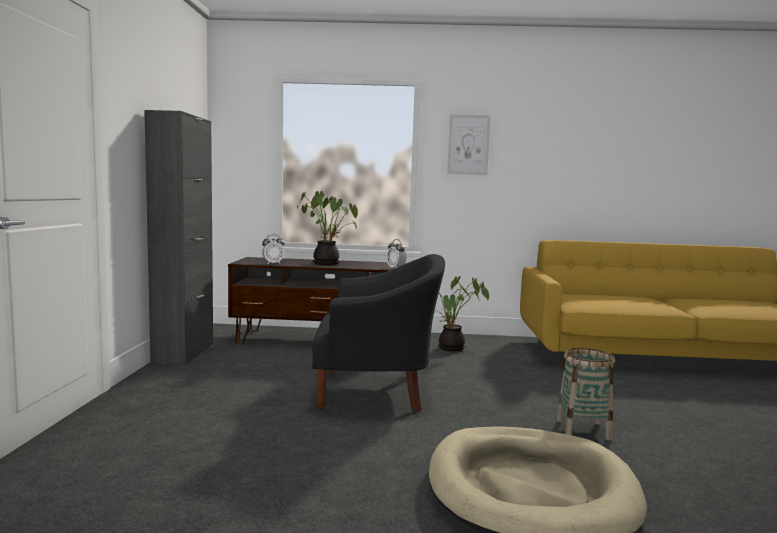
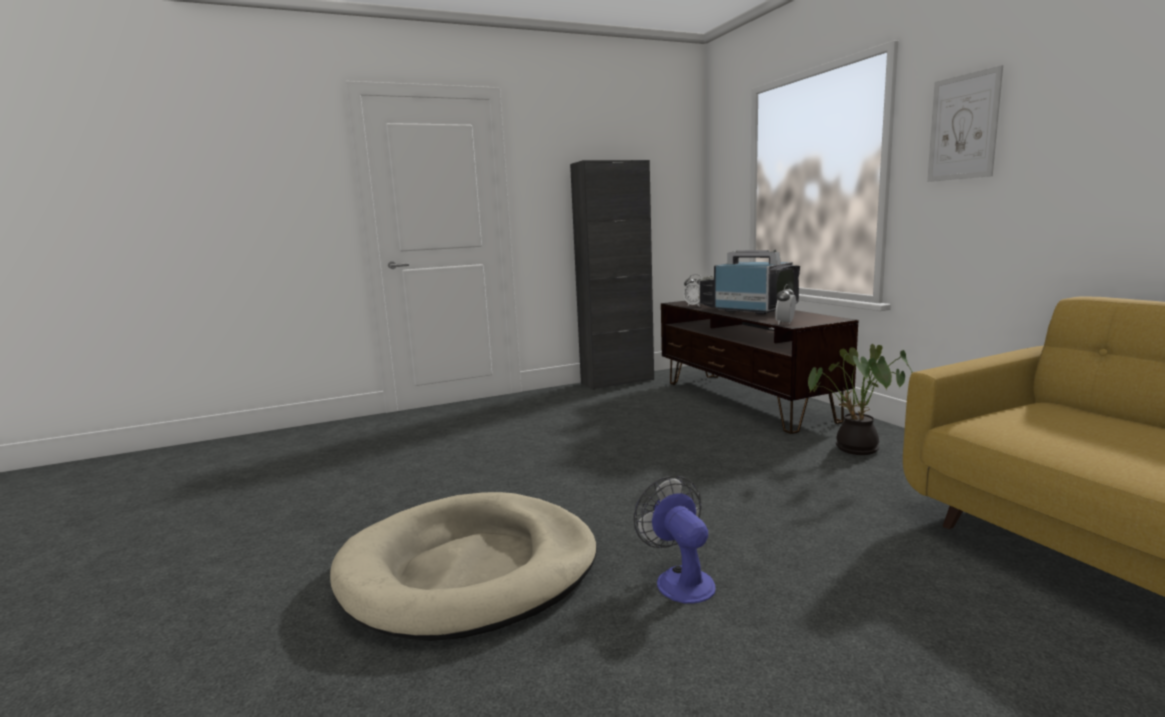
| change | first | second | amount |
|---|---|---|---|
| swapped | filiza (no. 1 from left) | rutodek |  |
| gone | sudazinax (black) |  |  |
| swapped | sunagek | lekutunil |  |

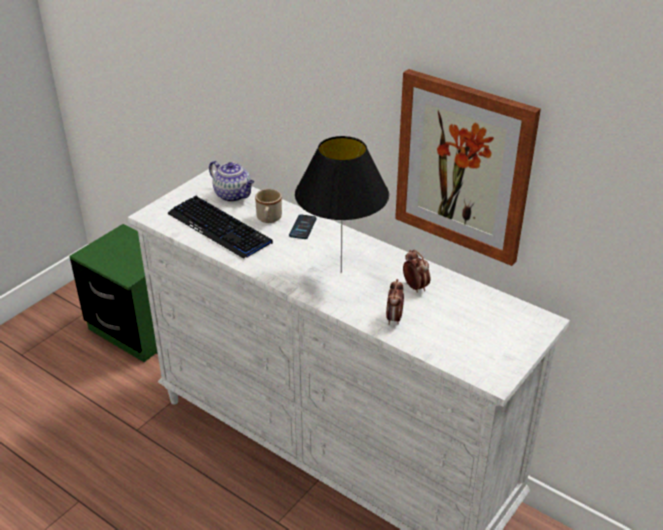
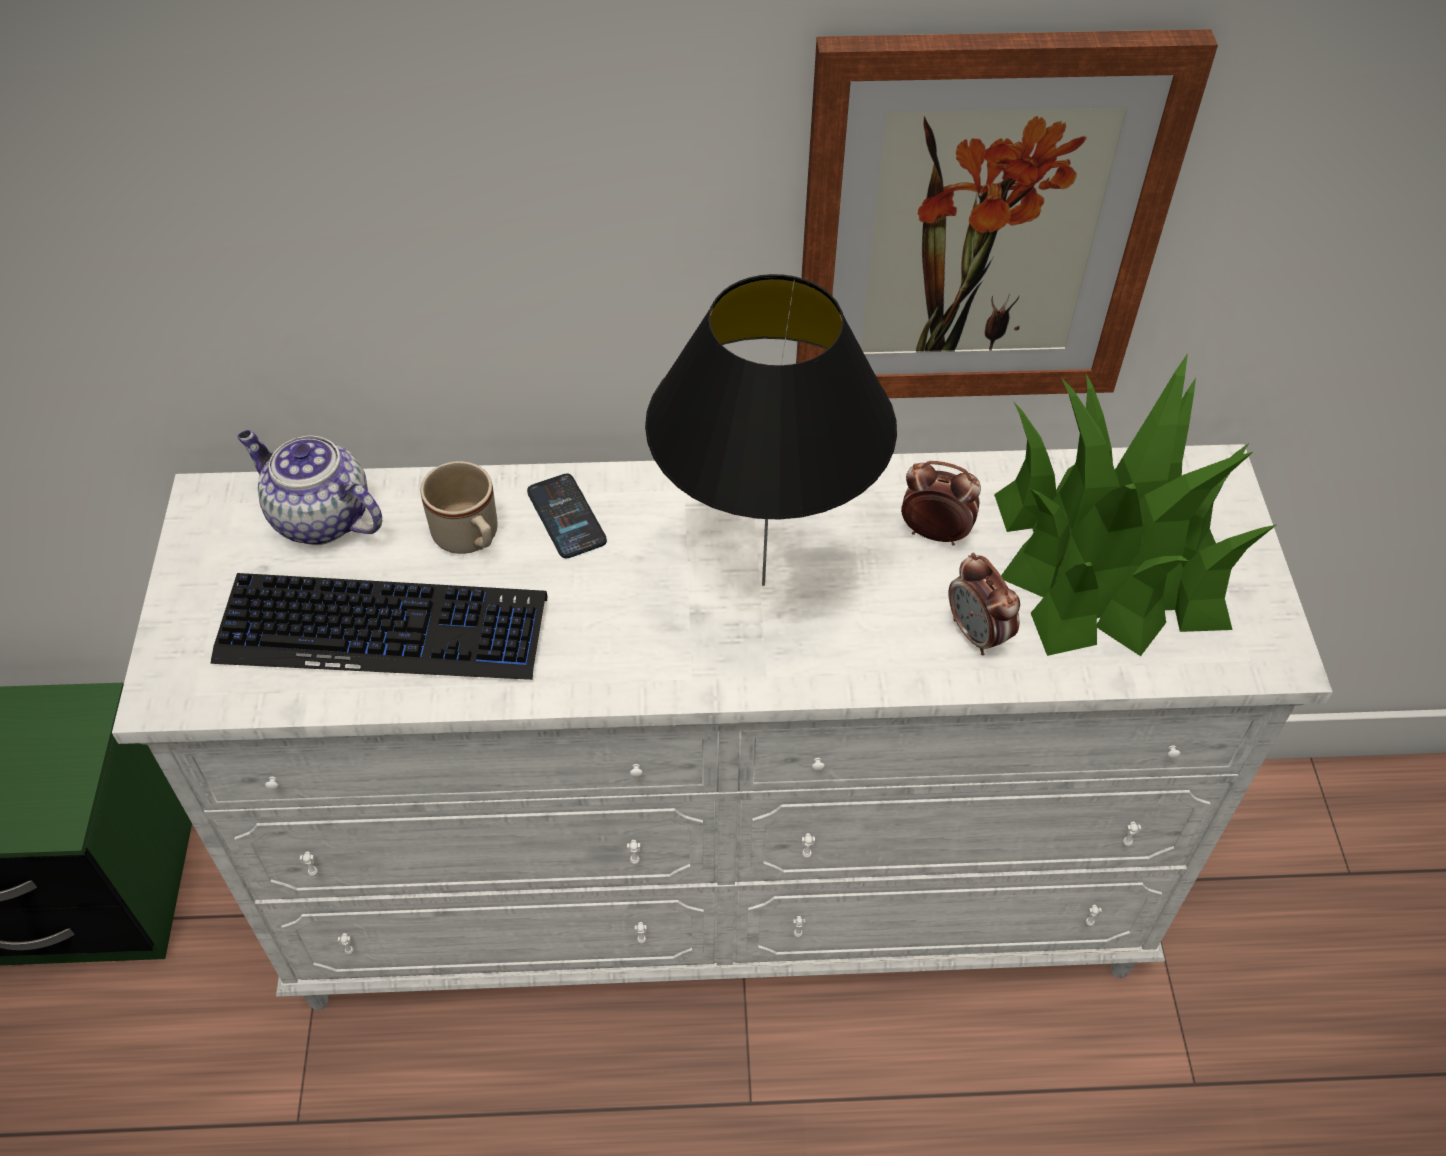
| change | first | second | amount |
|---|---|---|---|
| rotated | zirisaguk |  | 150 degrees counterclockwise |
| new |  | filiza |  |

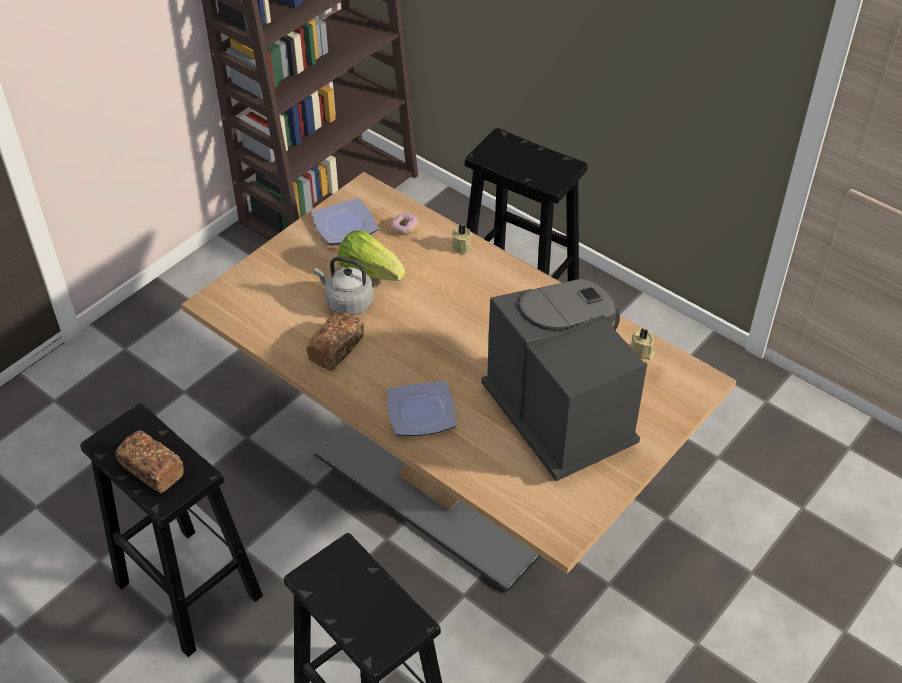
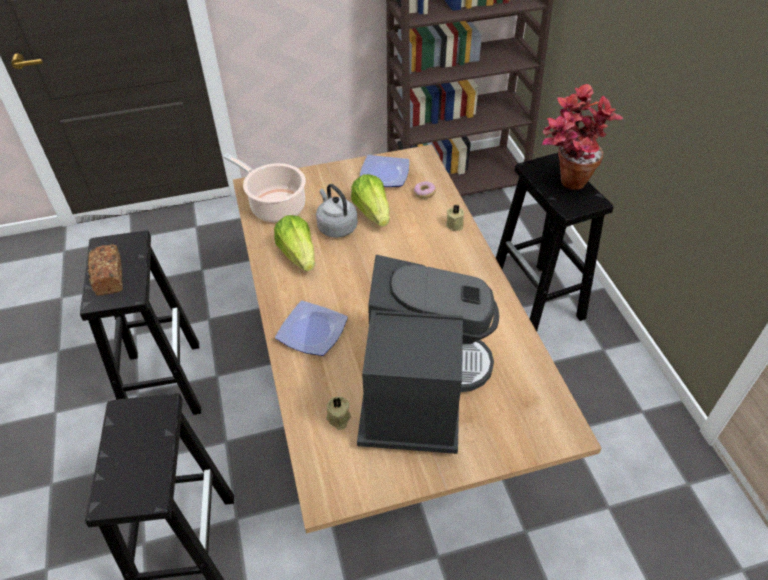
| change | first | second | amount |
|---|---|---|---|
| swapped | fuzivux (no. 2 from left) | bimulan (no. 1 from left) |  |
| shifted | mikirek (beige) (no. 2 from left in the first image) | mikirek (beige) (no. 1 from left) |  |
| new |  | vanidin |  |
| new |  | filiza |  |

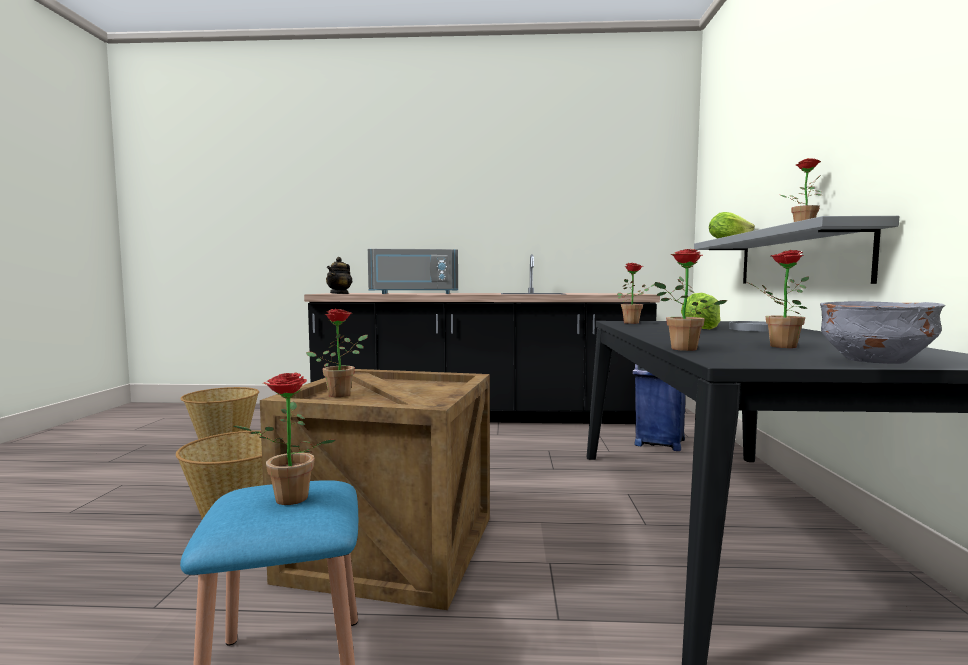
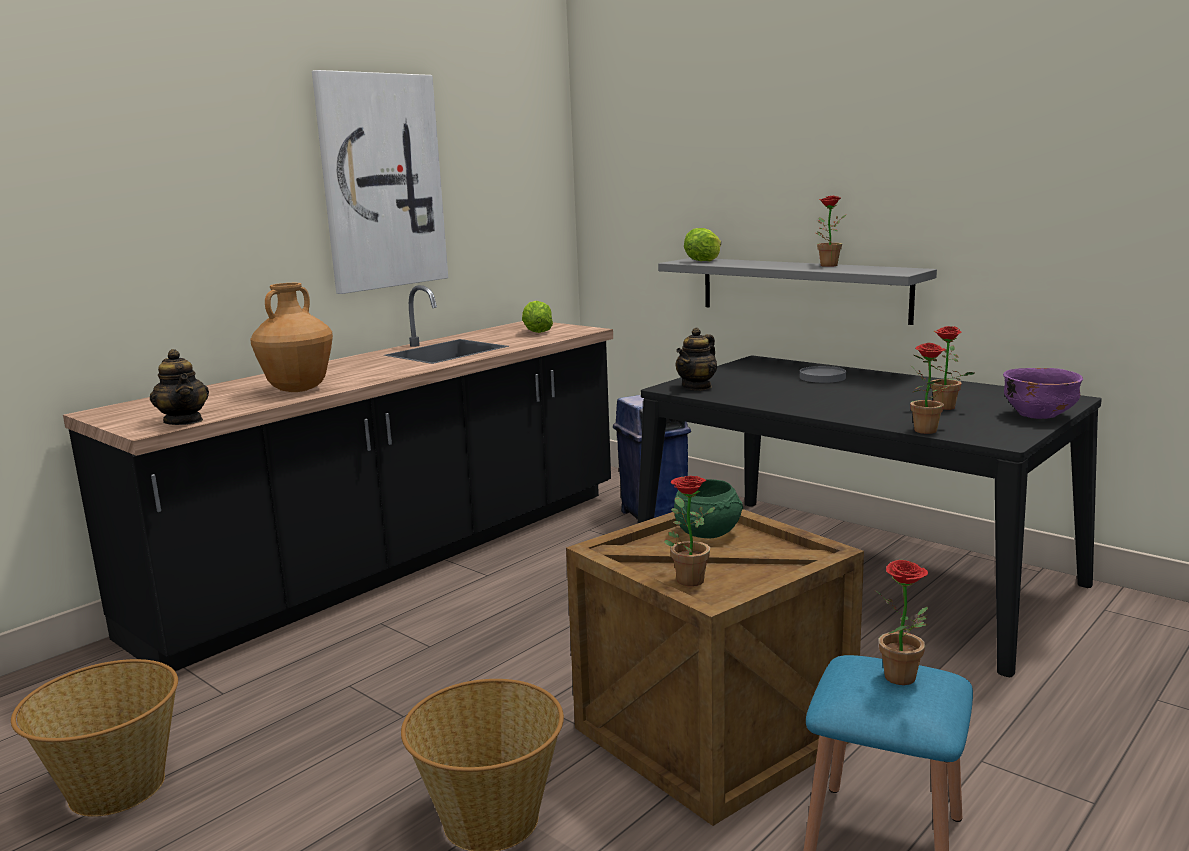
| change | first | second | amount |
|---|---|---|---|
| swapped | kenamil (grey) | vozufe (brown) |  |
| swapped | filiza (no. 3 from left) | zirisaguk (no. 2 from left) |  |
| shifted | bimulan (no. 1 from left) |  |  |
| repainted | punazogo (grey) | punazogo (purple) |  |
| new |  | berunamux |  |
| new |  | punazogo (green) |  |

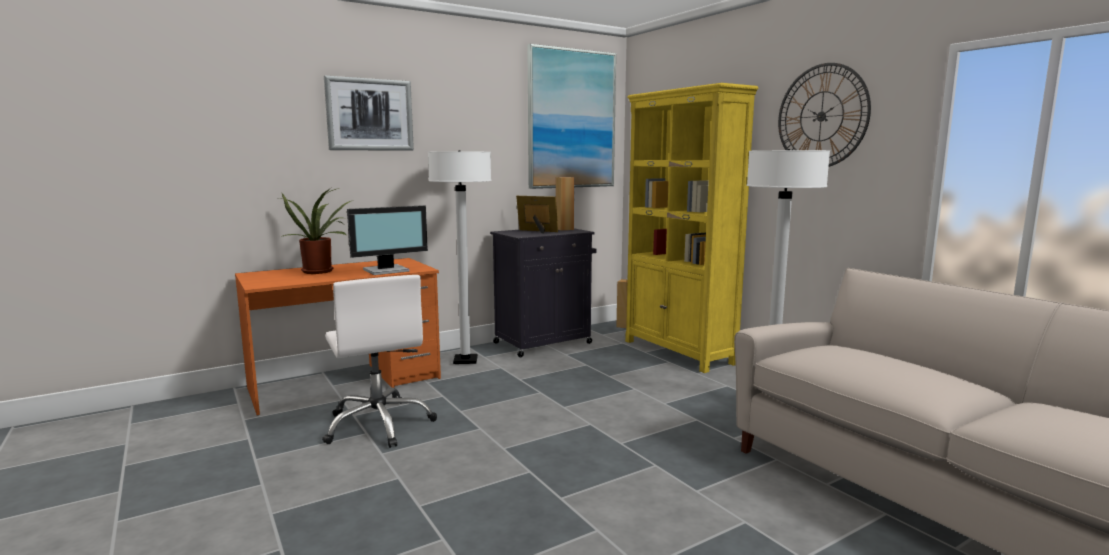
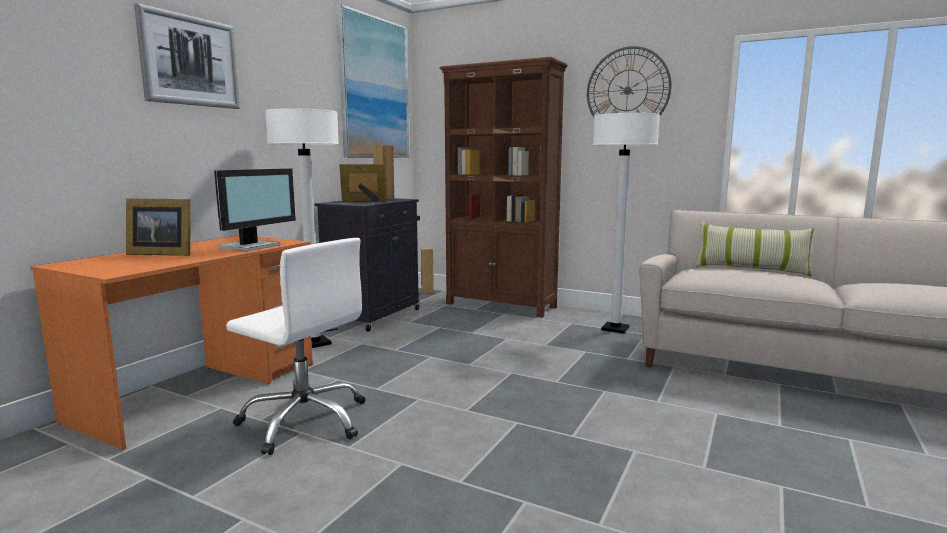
| change | first | second | amount |
|---|---|---|---|
| swapped | filiza | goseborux (no. 1 from left) |  |
| repainted | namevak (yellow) | namevak (brown) |  |
| new |  | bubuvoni |  |

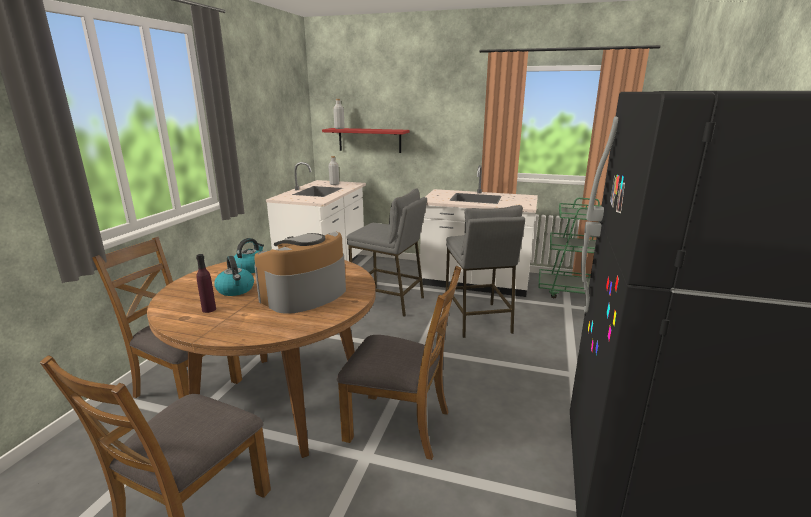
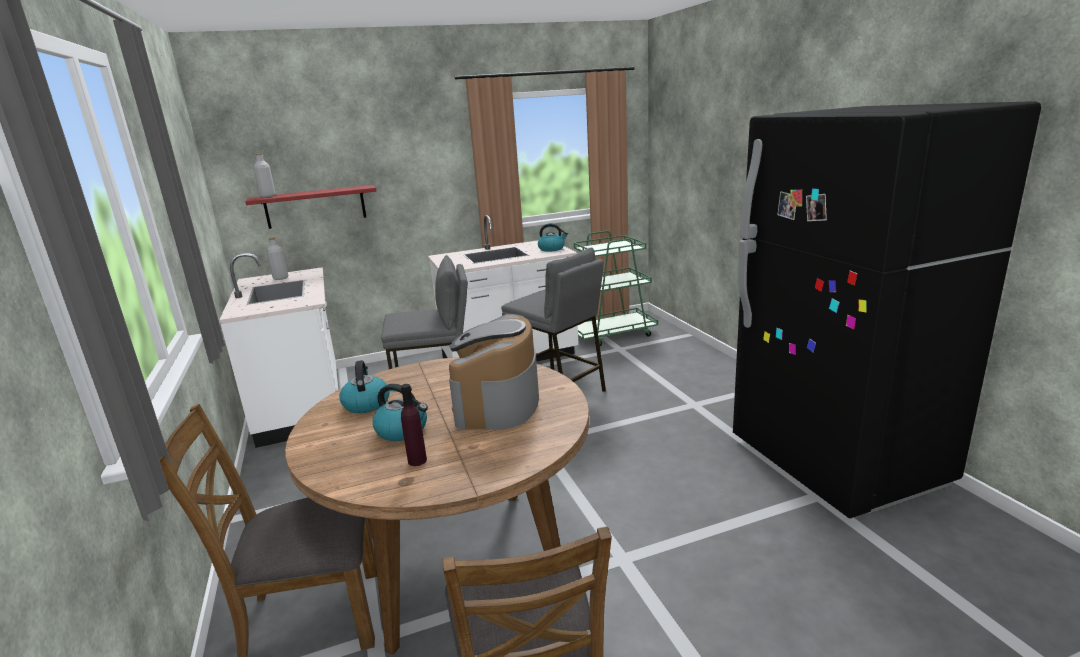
| change | first | second | amount |
|---|---|---|---|
| gone | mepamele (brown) (no. 3 from left) |  |  |
| new |  | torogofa (no. 3 from left) |  |

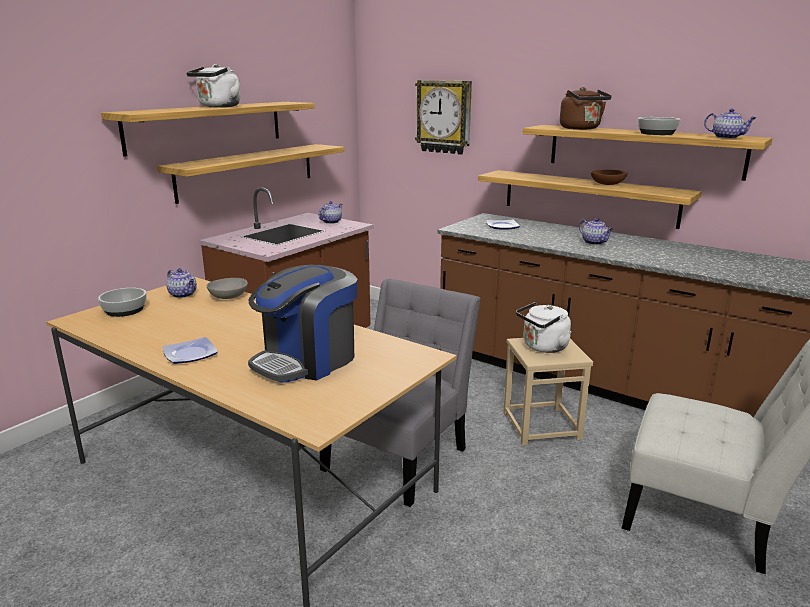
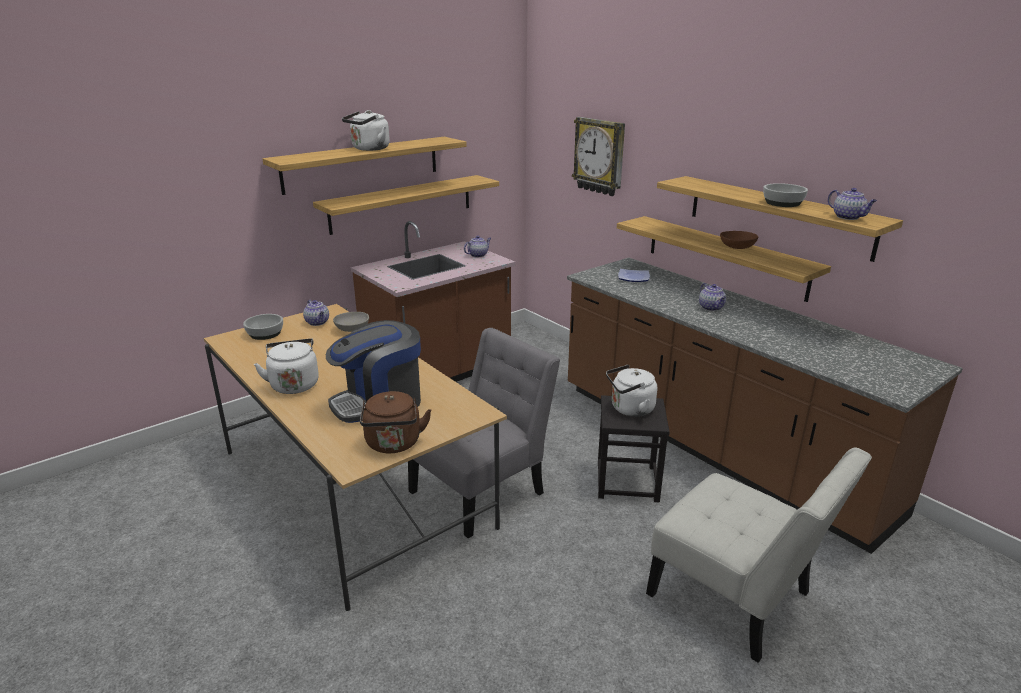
| change | first | second | amount |
|---|---|---|---|
| swapped | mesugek (no. 1 from left) | torogofa (white) (no. 1 from left) |  |
| repainted | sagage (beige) | sagage (black) |  |
| shifted | torogofa (brown) |  |  |

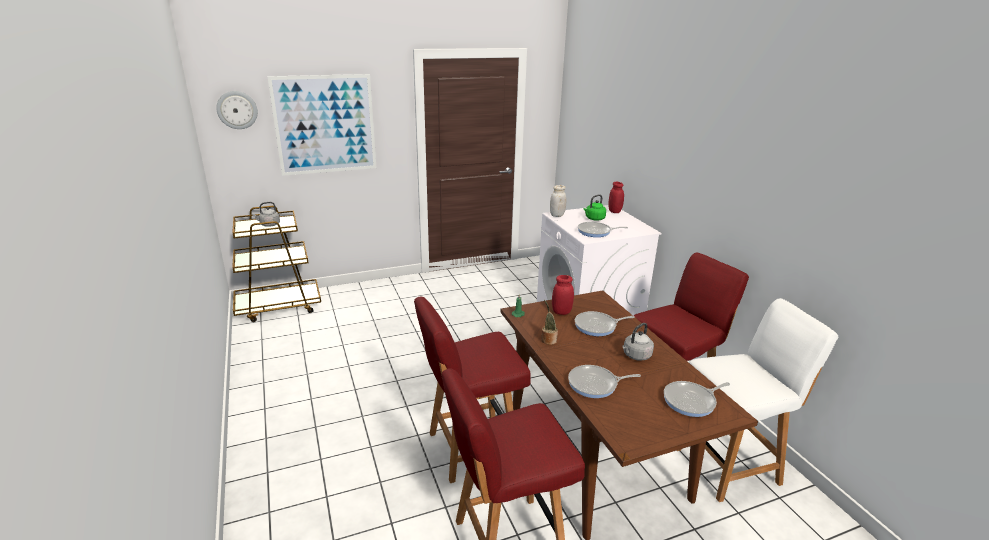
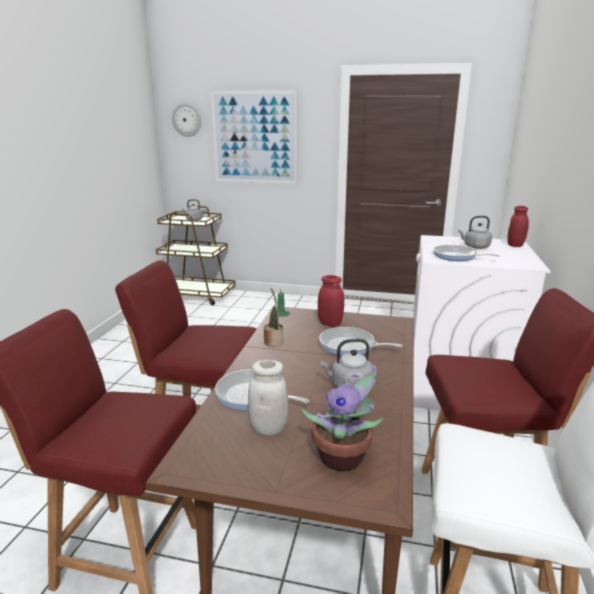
| change | first | second | amount |
|---|---|---|---|
| shifted | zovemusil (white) |  |  |
| repainted | torogofa (green) | torogofa (grey) (no. 3 from left) |  |
| swapped | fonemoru (no. 4 from left) | filiza (no. 2 from left) |  |

